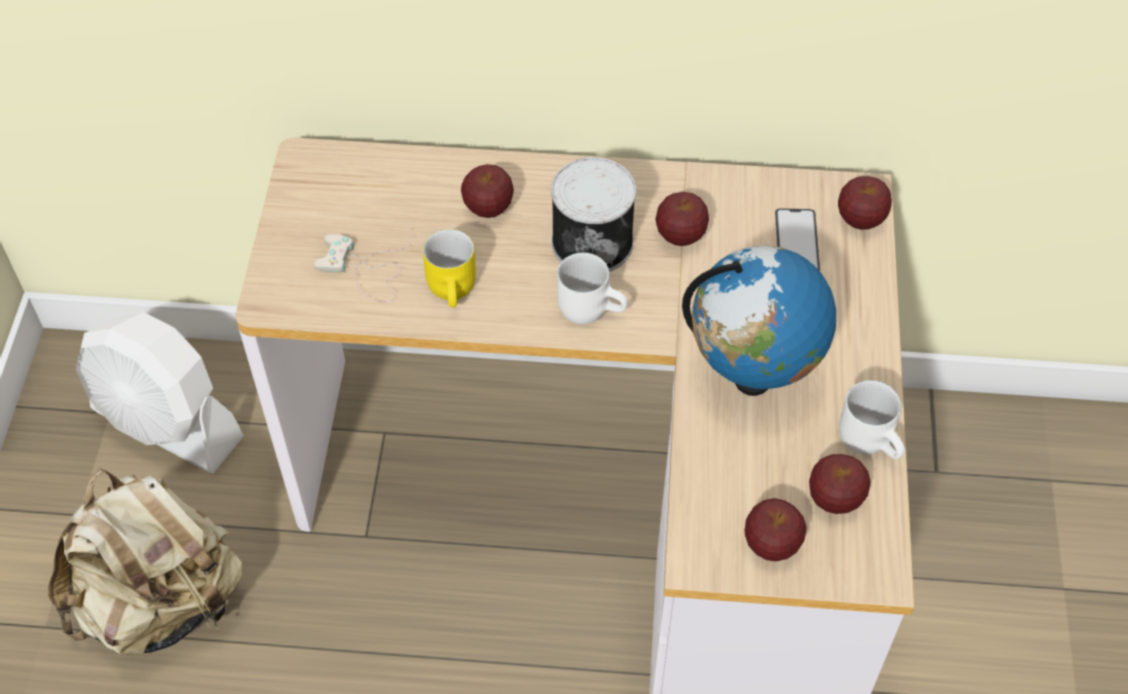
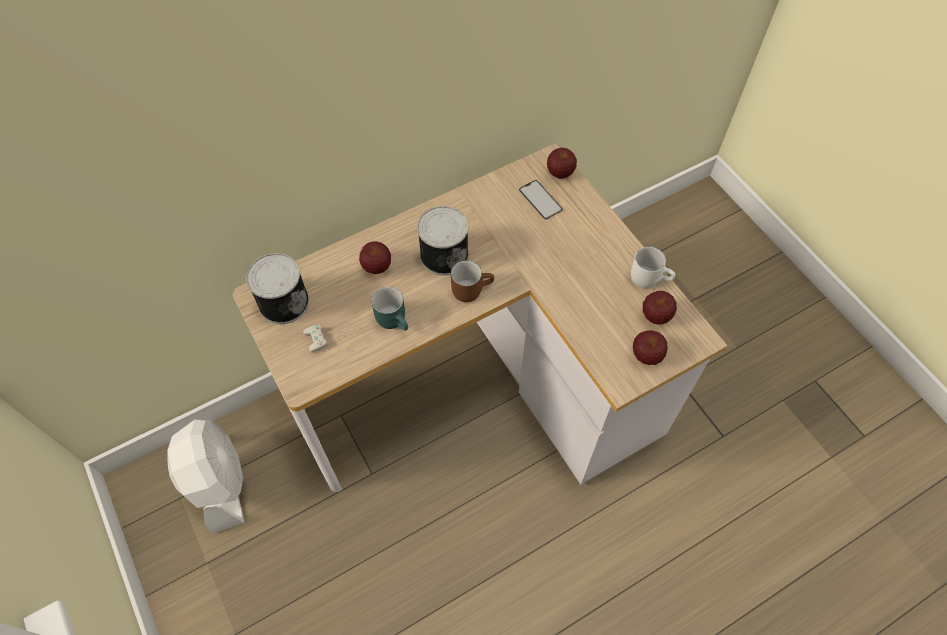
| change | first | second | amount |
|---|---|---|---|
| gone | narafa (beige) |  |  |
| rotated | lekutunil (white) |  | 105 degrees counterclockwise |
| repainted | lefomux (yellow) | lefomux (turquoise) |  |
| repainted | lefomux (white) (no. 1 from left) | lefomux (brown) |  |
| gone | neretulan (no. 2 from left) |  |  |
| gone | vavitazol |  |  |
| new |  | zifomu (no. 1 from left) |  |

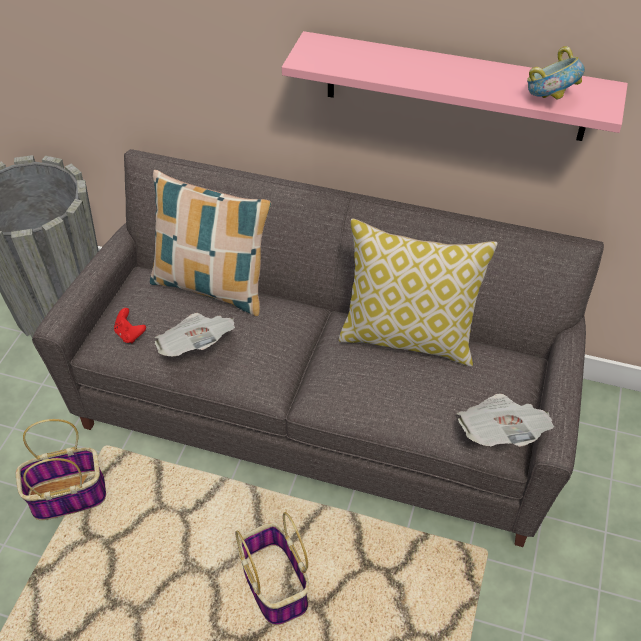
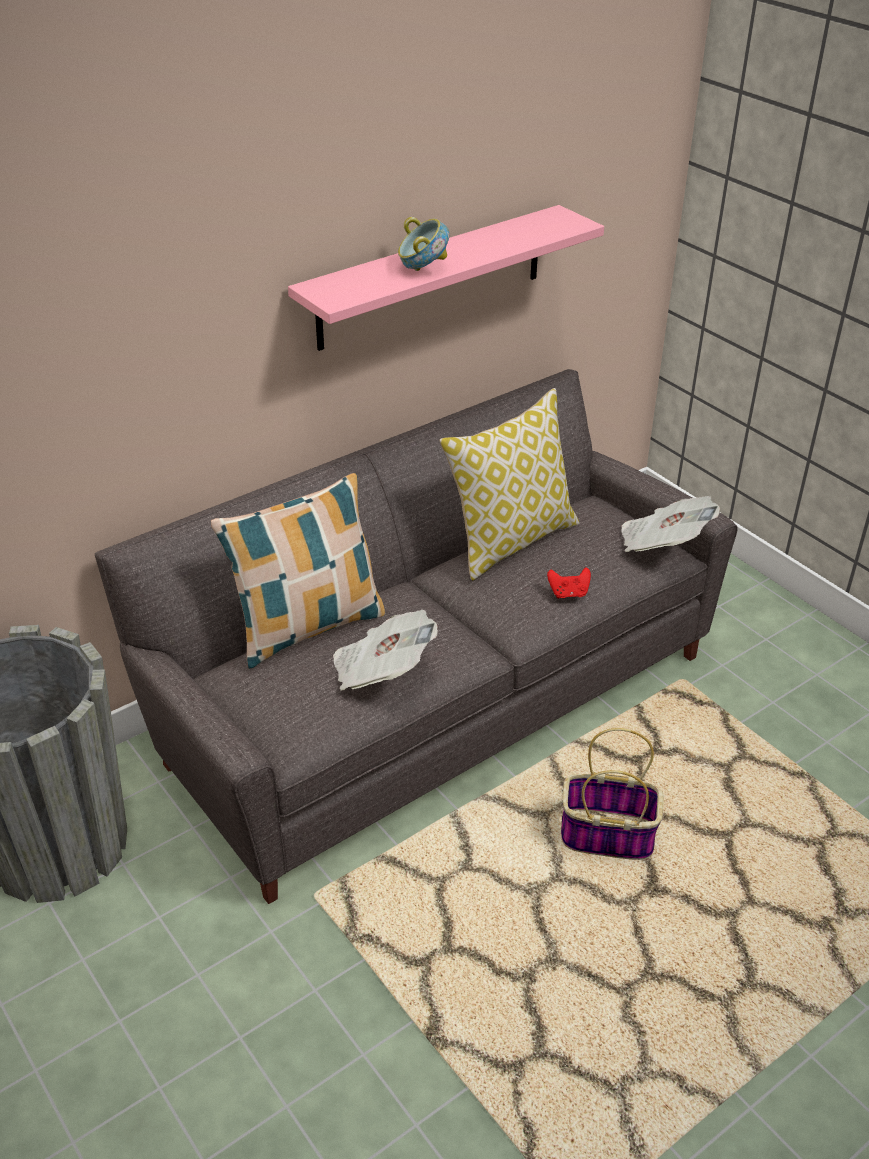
| change | first | second | amount |
|---|---|---|---|
| gone | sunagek (no. 1 from left) |  |  |
| shifted | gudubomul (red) |  |  |
| shifted | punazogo |  |  |

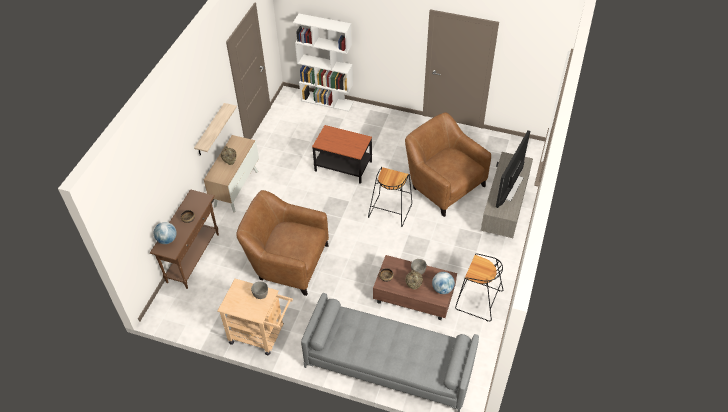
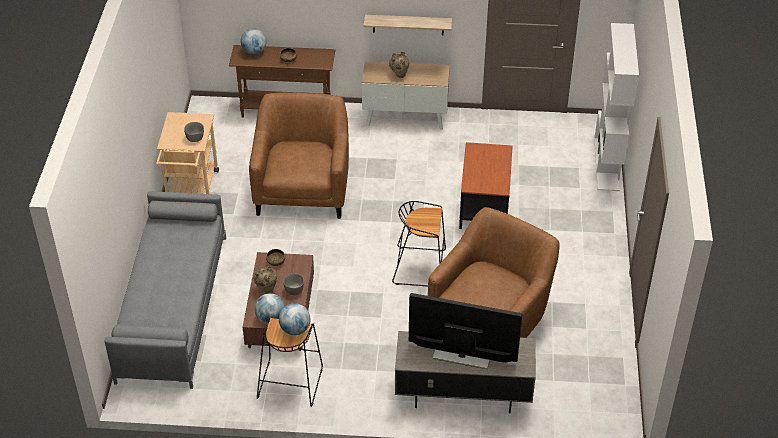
| change | first | second | amount |
|---|---|---|---|
| new |  | vavitazol (no. 3 from left) |  |

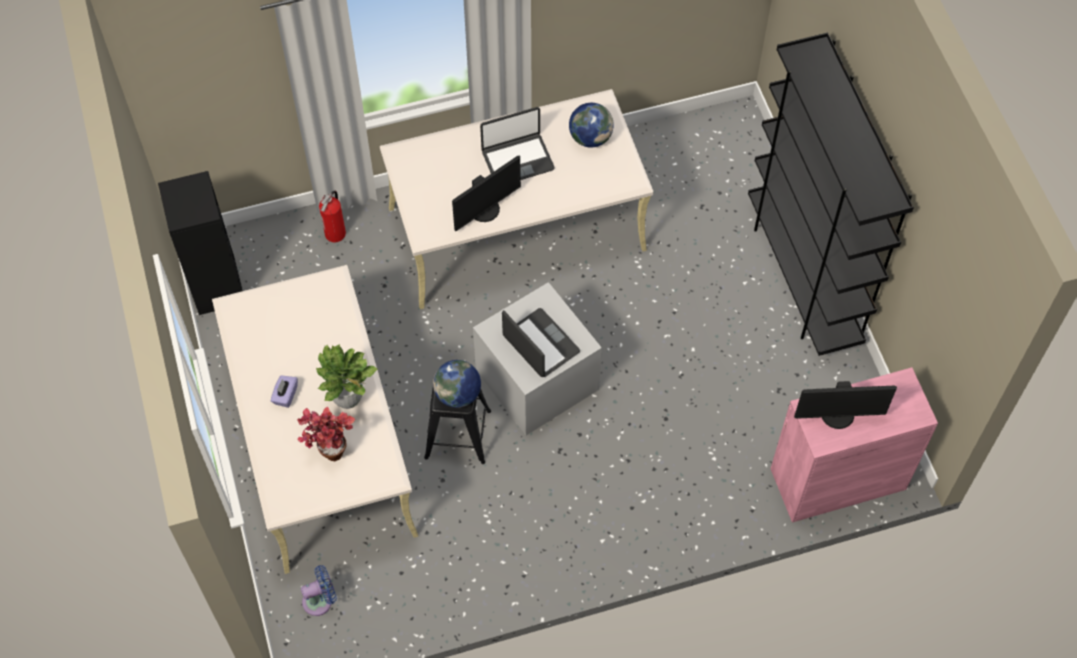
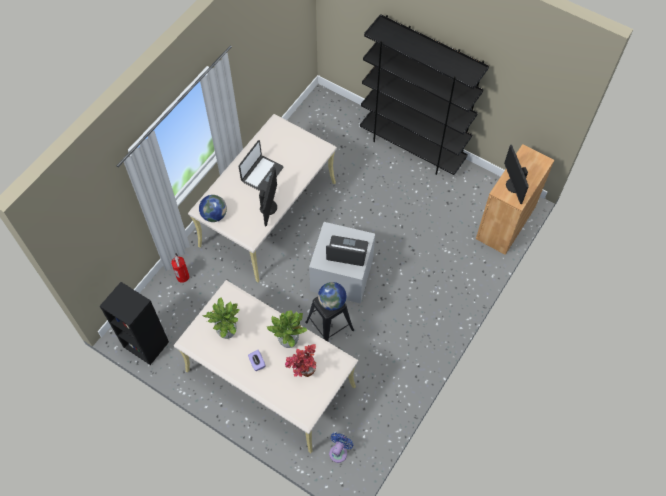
| change | first | second | amount |
|---|---|---|---|
| shifted | vavitazol (no. 2 from left in the first image) | vavitazol (no. 1 from left) |  |
| repainted | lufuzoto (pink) | lufuzoto (brown) |  |
| rotated | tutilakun (no. 2 from left) |  | 120 degrees clockwise |
| new |  | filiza (no. 1 from left) |  |

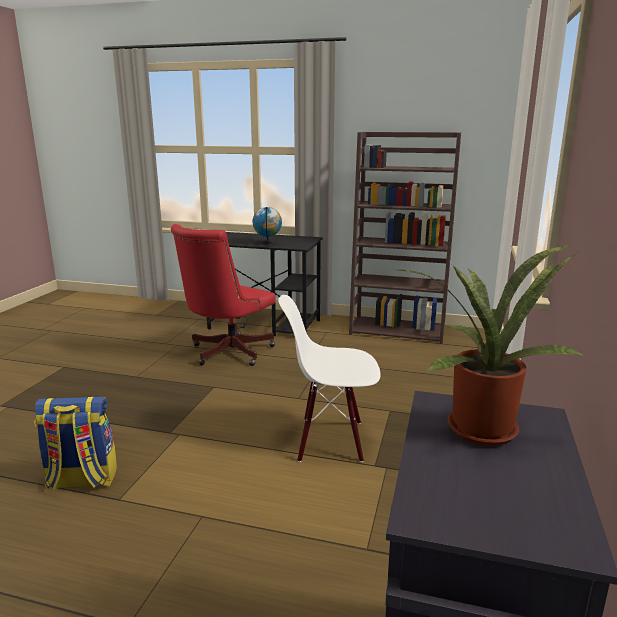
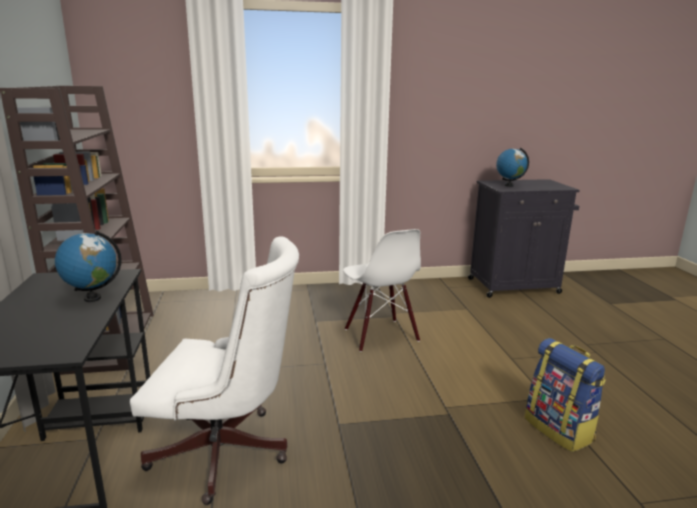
| change | first | second | amount |
|---|---|---|---|
| repainted | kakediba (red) | kakediba (white) |  |
| swapped | filiza | vavitazol (no. 2 from left) |  |

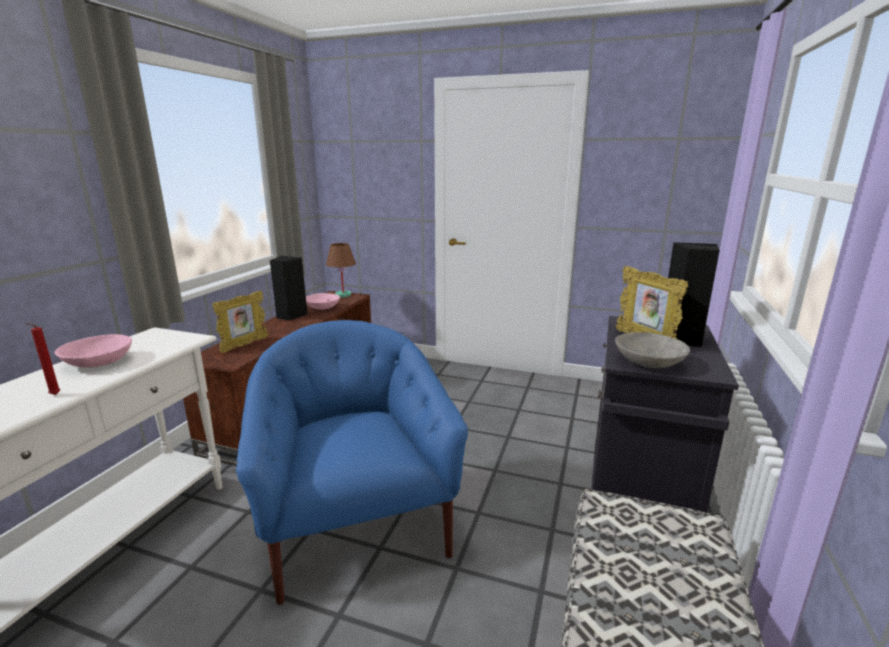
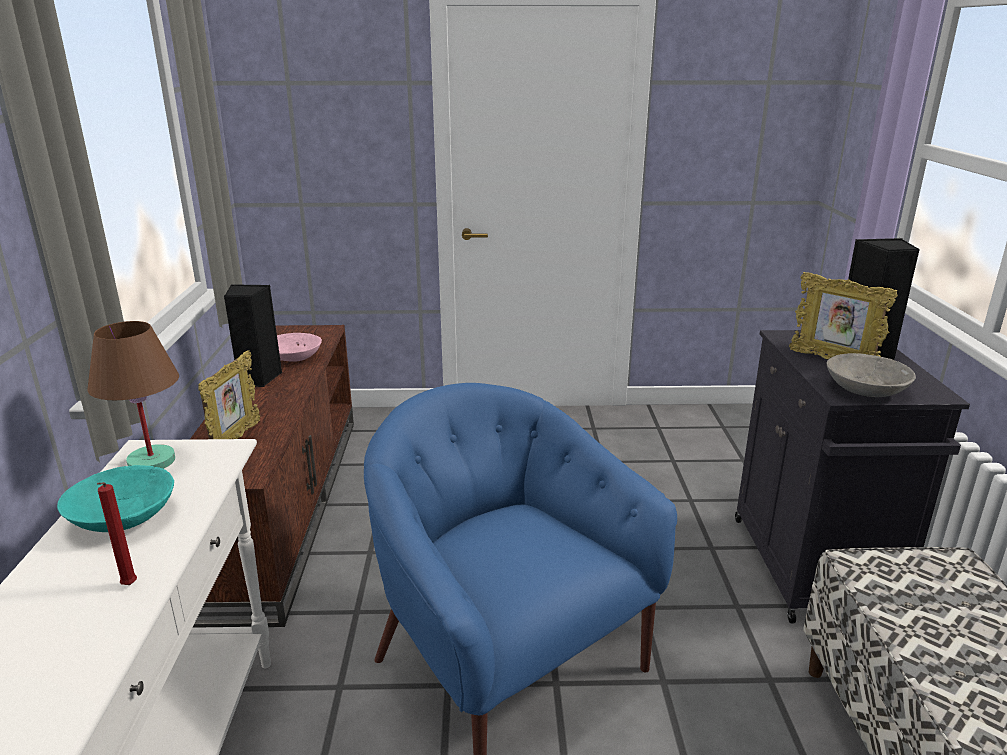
| change | first | second | amount |
|---|---|---|---|
| repainted | punazogo (pink) (no. 1 from left) | punazogo (turquoise) |  |
| shifted | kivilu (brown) |  |  |

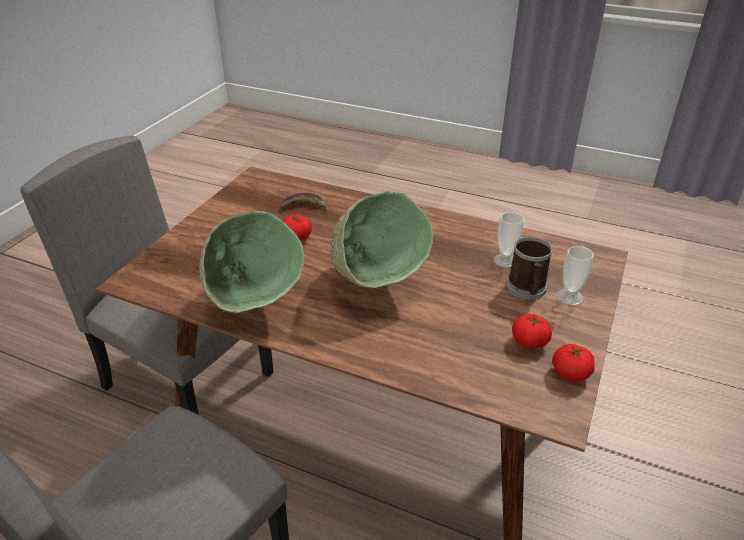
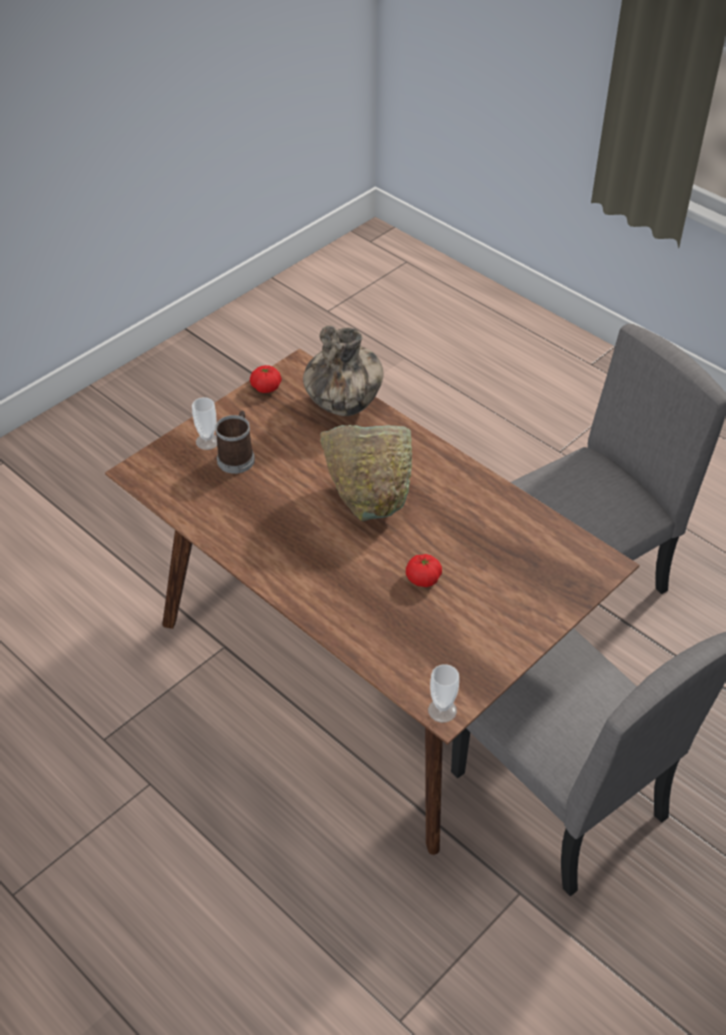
| change | first | second | amount |
|---|---|---|---|
| gone | punazogo (green) (no. 1 from left) |  |  |
| gone | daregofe |  |  |
| shifted | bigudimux (no. 1 from left in the first image) | bigudimux (no. 2 from left) |  |
| gone | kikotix (no. 2 from left) |  |  |
| new |  | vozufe |  |

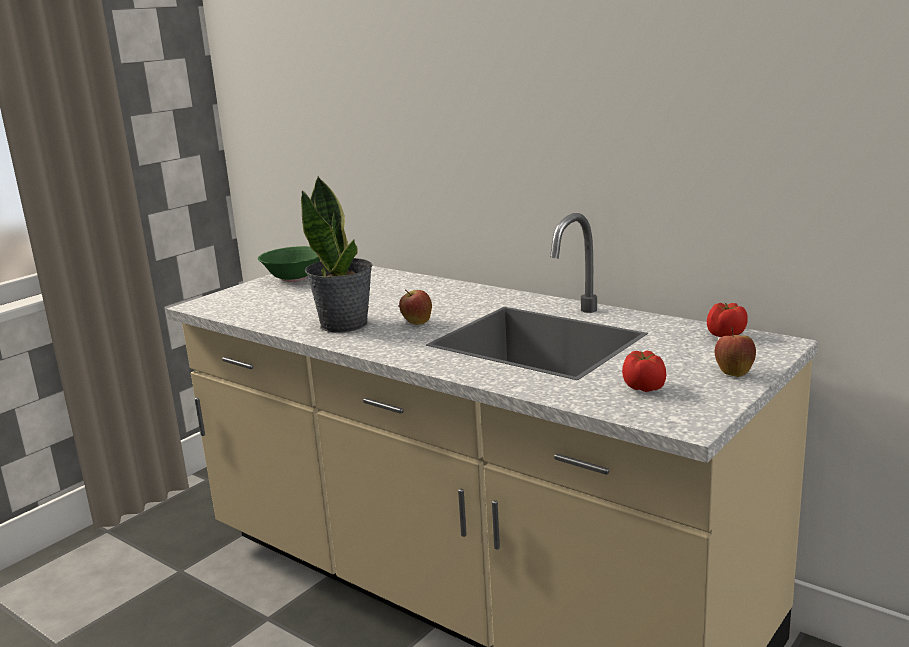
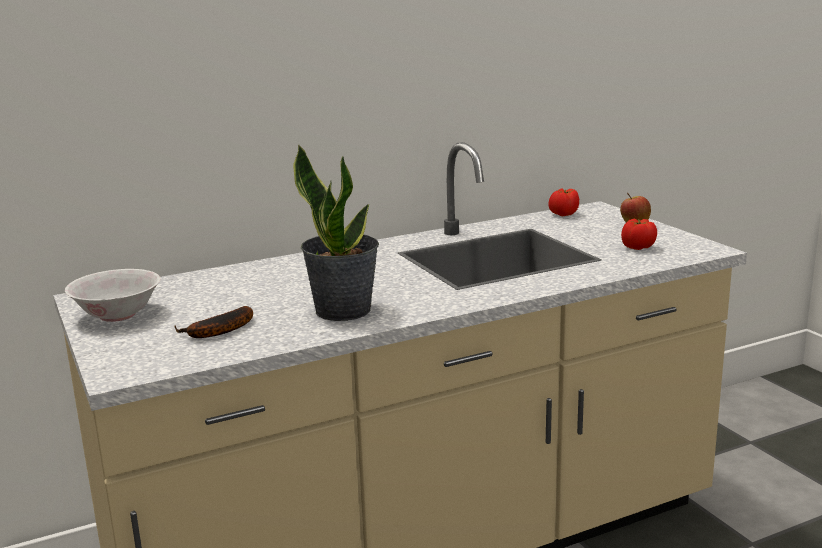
| change | first | second | amount |
|---|---|---|---|
| repainted | punazogo (green) | punazogo (white) |  |
| gone | neretulan (no. 1 from left) |  |  |
| new |  | daregofe |  |

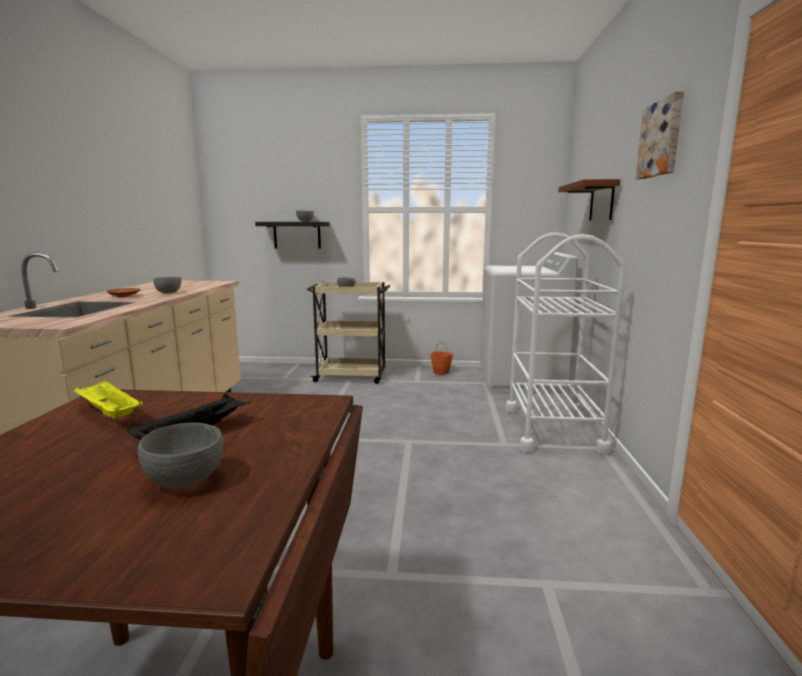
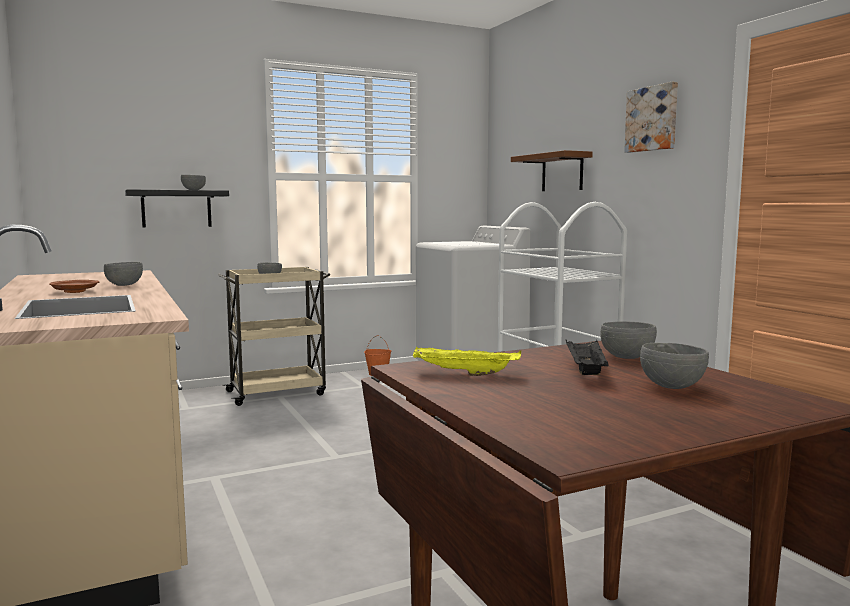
| change | first | second | amount |
|---|---|---|---|
| new |  | punazogo (grey) (no. 4 from left) |  |

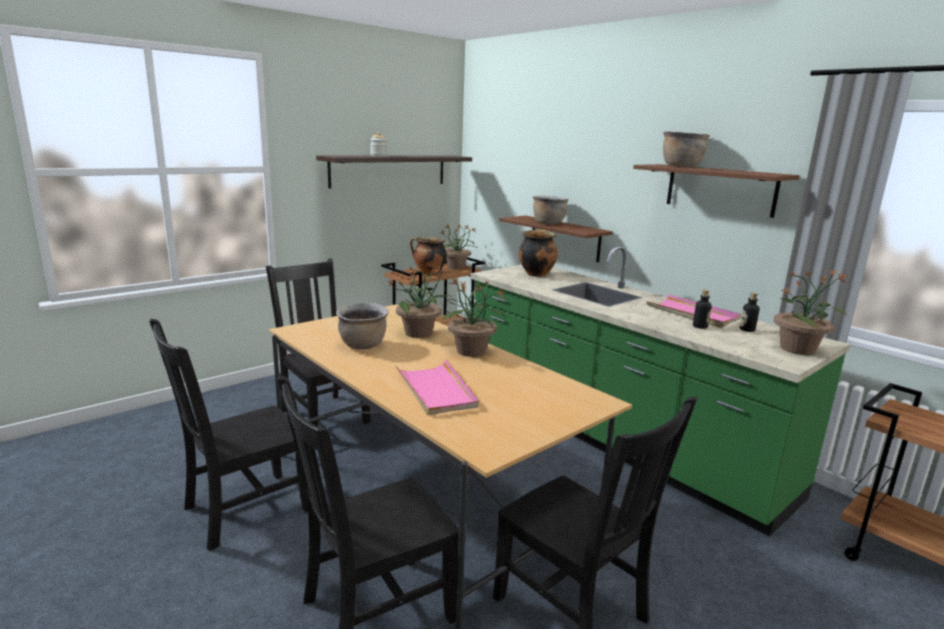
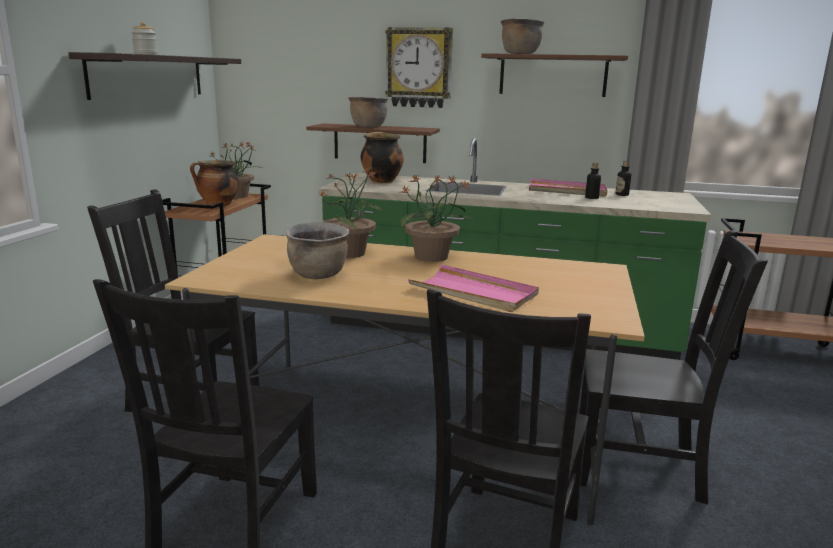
| change | first | second | amount |
|---|---|---|---|
| gone | filiza (no. 4 from left) |  |  |
| new |  | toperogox |  |

